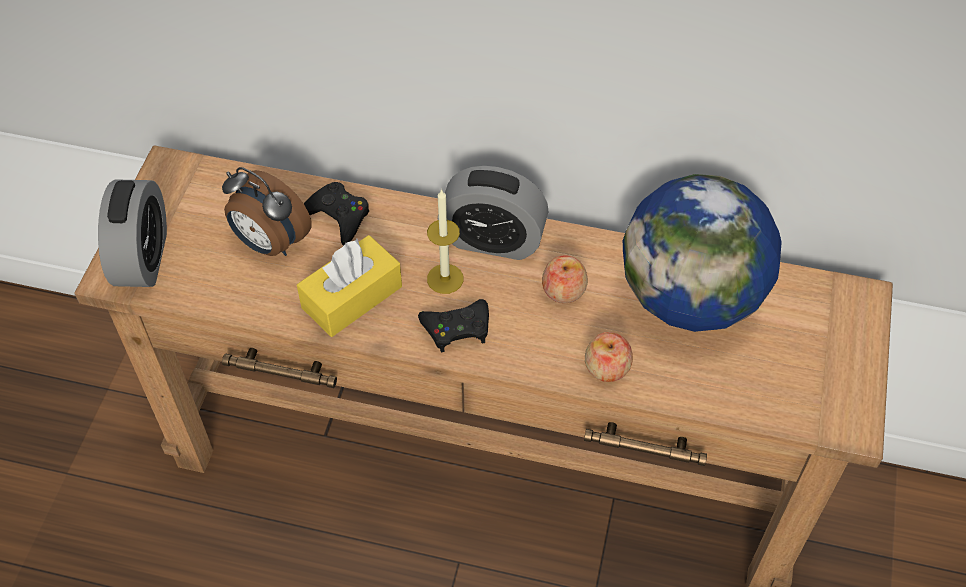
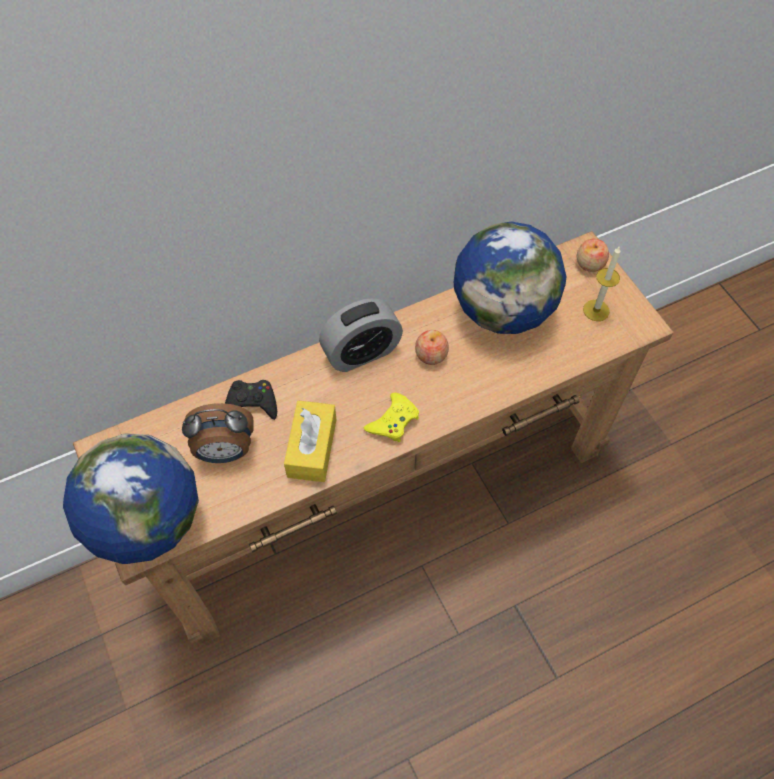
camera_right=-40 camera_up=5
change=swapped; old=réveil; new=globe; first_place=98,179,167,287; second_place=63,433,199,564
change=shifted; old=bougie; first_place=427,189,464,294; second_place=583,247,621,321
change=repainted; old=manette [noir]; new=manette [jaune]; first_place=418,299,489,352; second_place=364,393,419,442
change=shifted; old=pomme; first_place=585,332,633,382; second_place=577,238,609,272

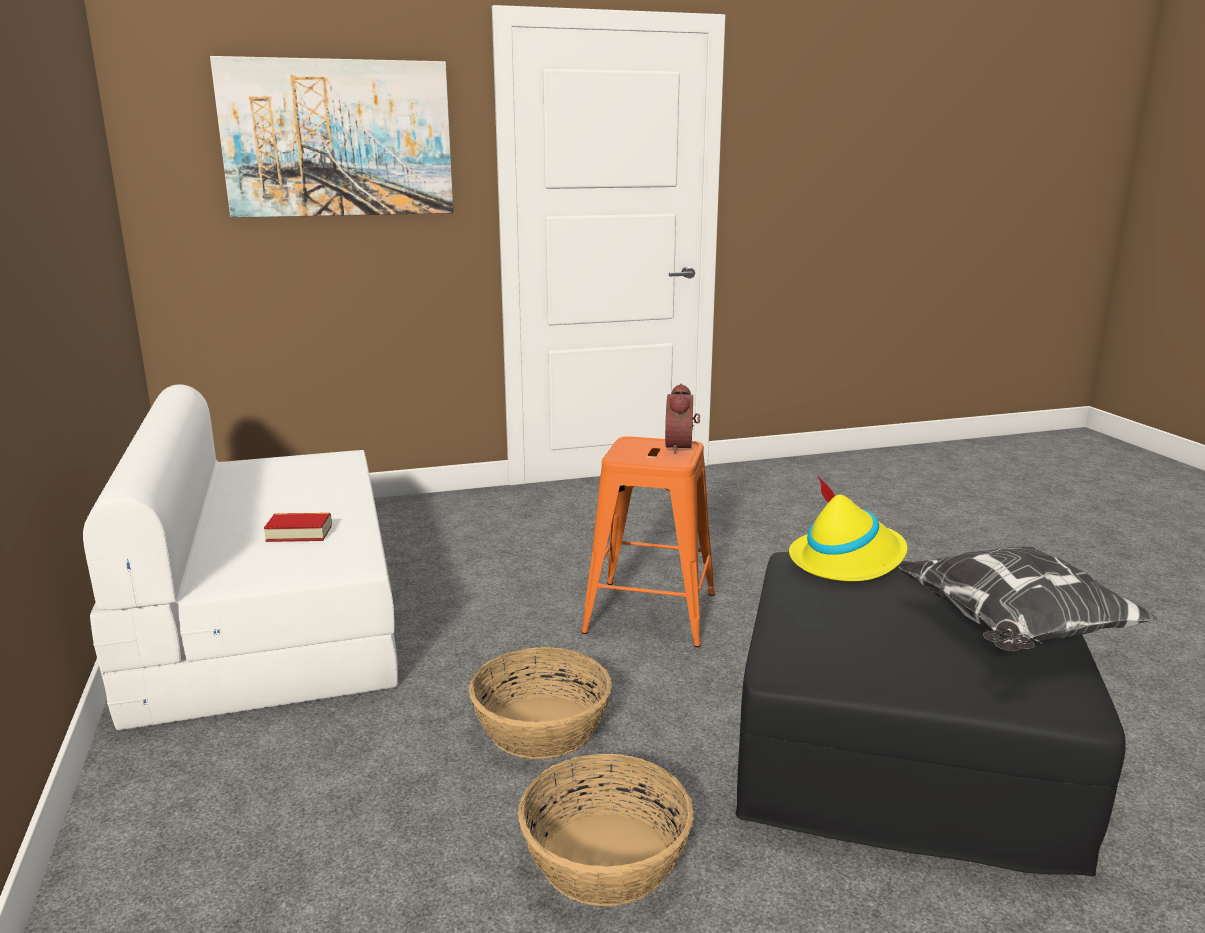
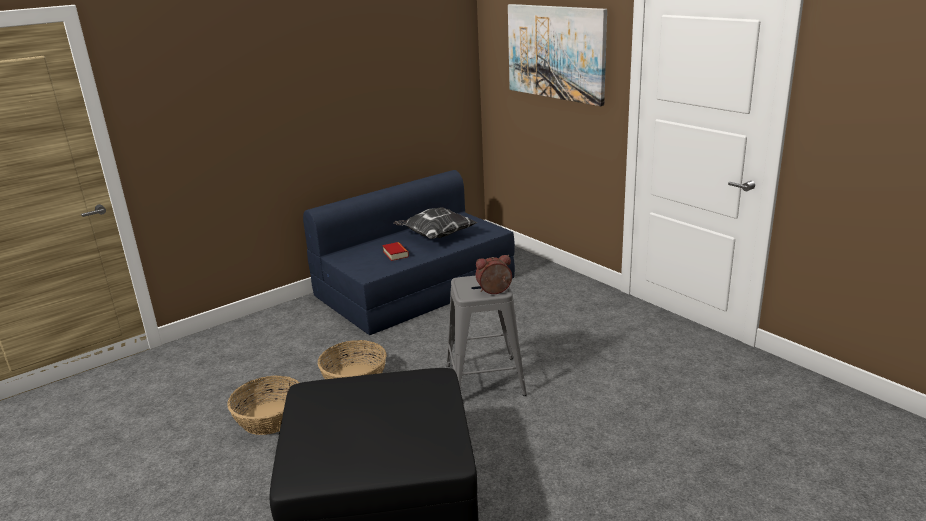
camera_right=70 camera_up=5
change=repainted; old=canapé [blanc]; new=canapé [bleu]; first_place=83,384,398,730; second_place=303,170,515,335
change=repainted; old=tabouret [orange]; new=tabouret [gris]; first_place=581,436,715,647; second_place=446,276,527,396
change=gone; old=chapeau [jaune]; first_place=789,476,908,581
change=shifted; old=coussin; first_place=898,546,1158,651; second_place=394,207,478,239

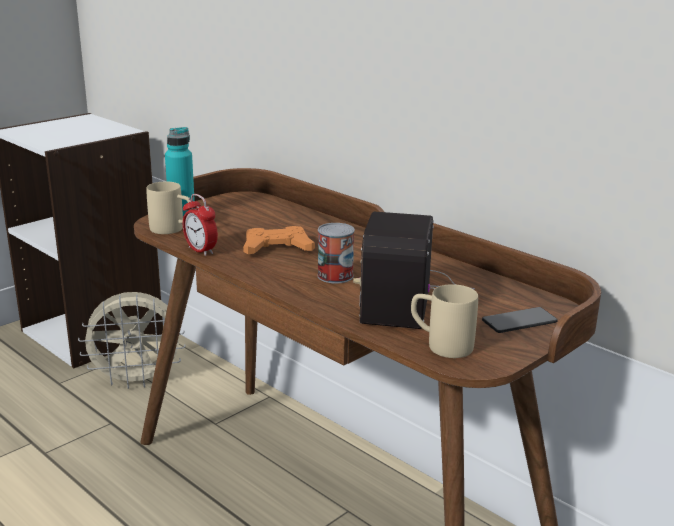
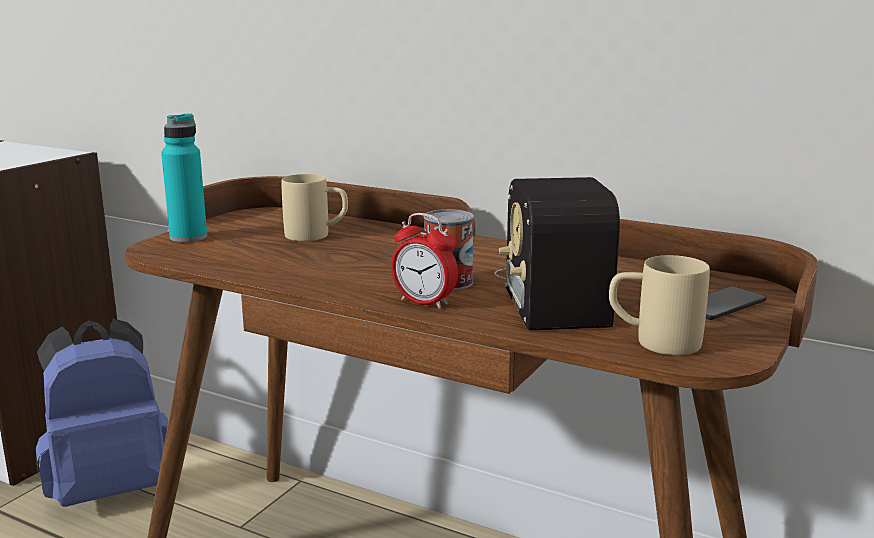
camera_right=-15 camera_up=-5
change=shifted; old=mug [beige]; first_place=146,182,192,234; second_place=282,174,348,241
change=shifted; old=réveil; first_place=183,194,218,256; second_place=391,213,458,309
change=gone; old=manette [orange]; first_place=243,226,315,254
change=swapped; old=ventilateur [beige]; new=sac à dos [bleu]; first_place=78,292,186,389; second_place=36,319,169,507

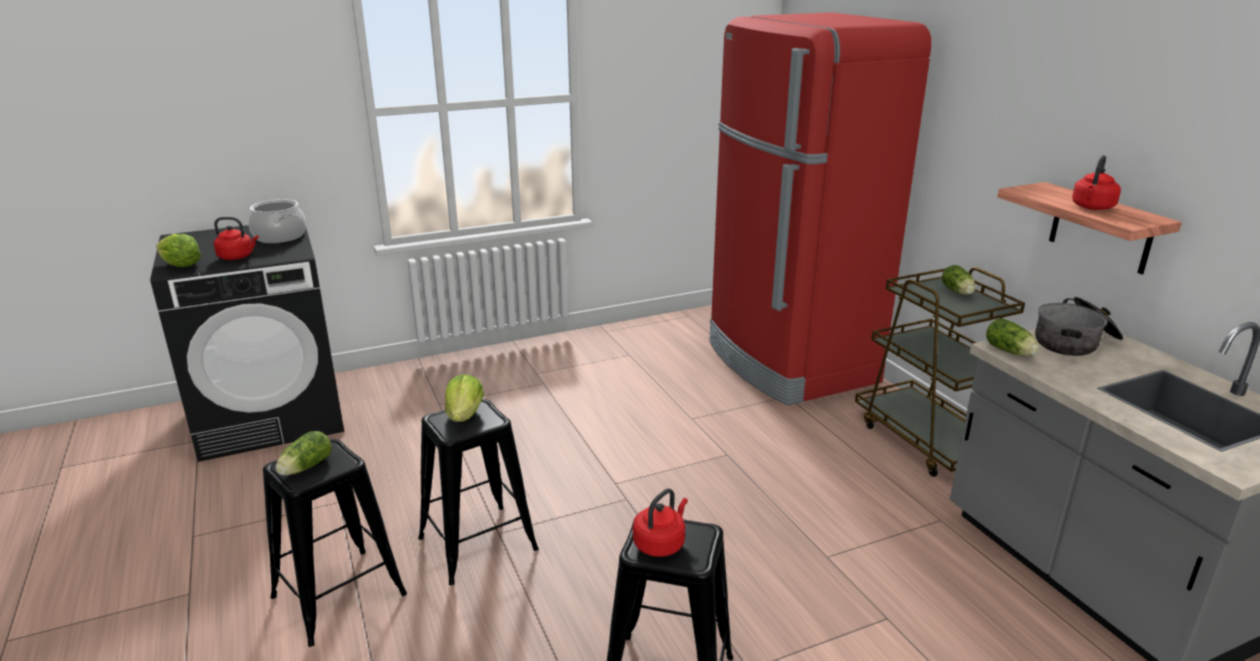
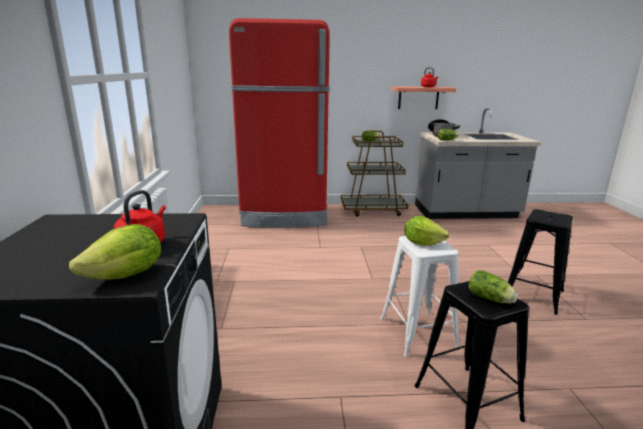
camera_right=-70 camera_up=-5
change=gone; old=marmite; first_place=249,199,306,243
change=repainted; old=tabouret [noir]; new=tabouret [blanc]; first_place=418,399,539,585; second_place=380,236,460,357
change=gone; old=bouilloire [rouge]; first_place=633,488,688,557

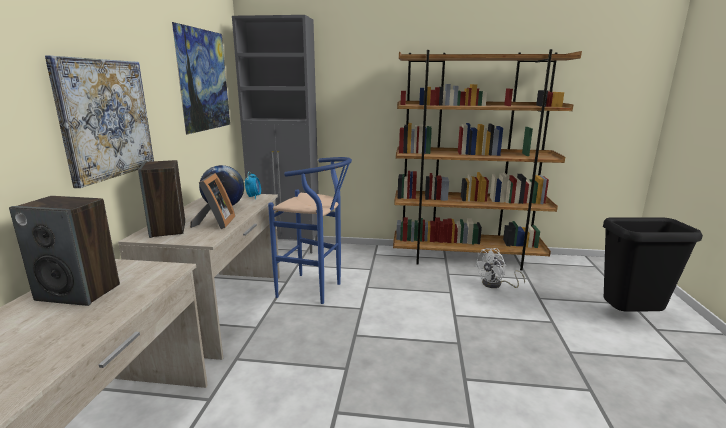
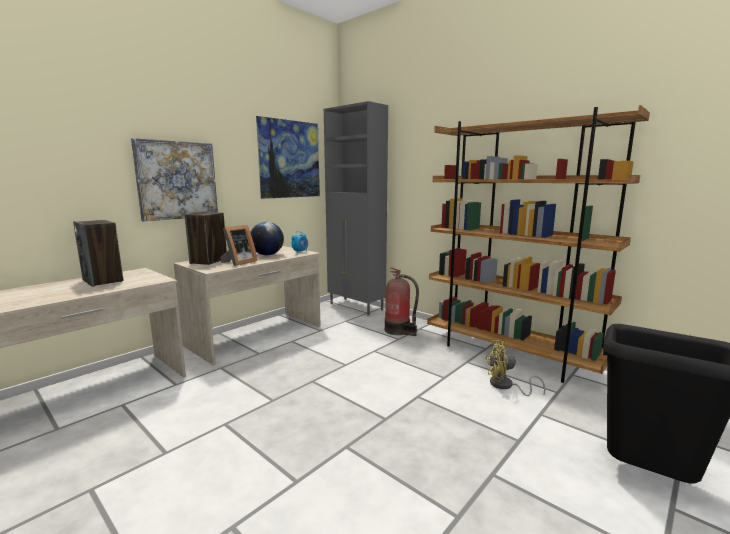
camera_right=35 camera_up=-5
change=gone; old=tabouret [bleu]; first_place=268,157,352,304
change=repainted; old=ventilateur [blanc]; new=ventilateur [jaune]; first_place=474,248,525,288; second_place=486,340,546,396
change=new; new=extincteur; second_place=385,267,419,336

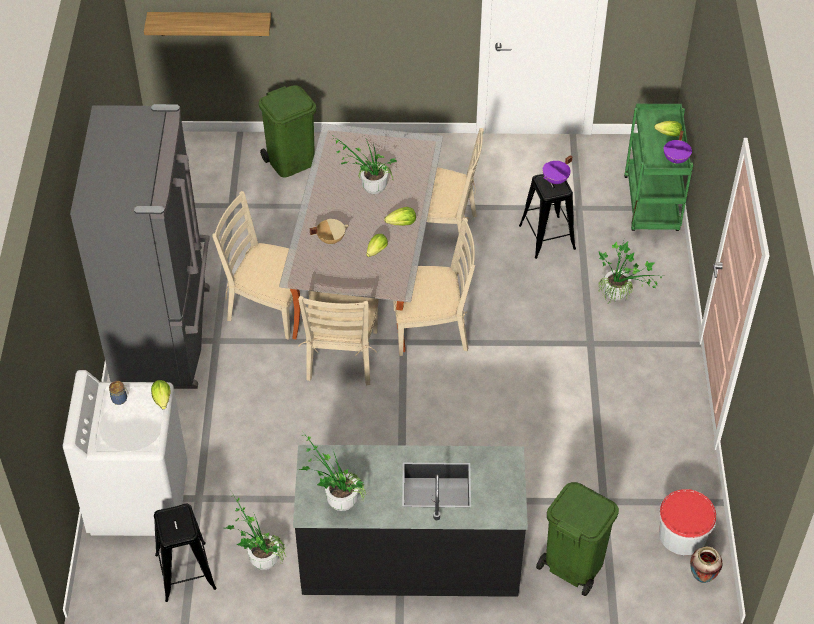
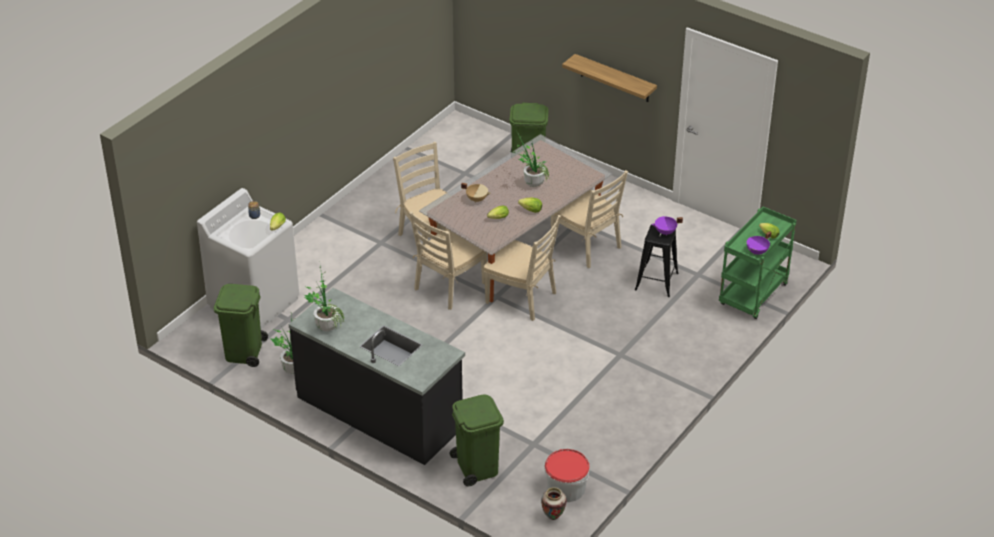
camera_right=35 camera_up=-10
change=shifted; old=étagère; first_place=144,12,271,36; second_place=562,54,657,102
change=gone; old=réfrigérateur [gris]; first_place=70,104,210,389
change=gone; old=plante en pot; first_place=598,241,663,305
change=swapped; old=tabouret [noir]; new=poubelle [vert]; first_place=154,504,217,602; second_place=214,284,268,367

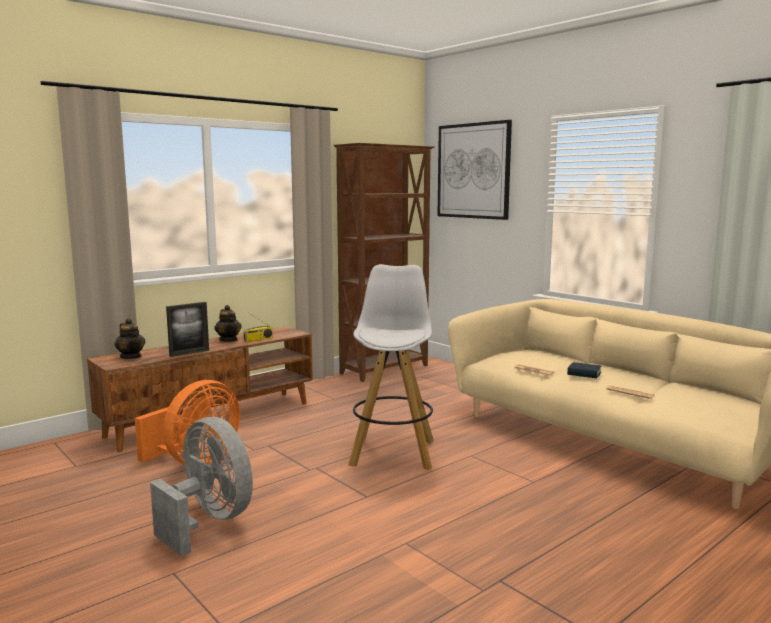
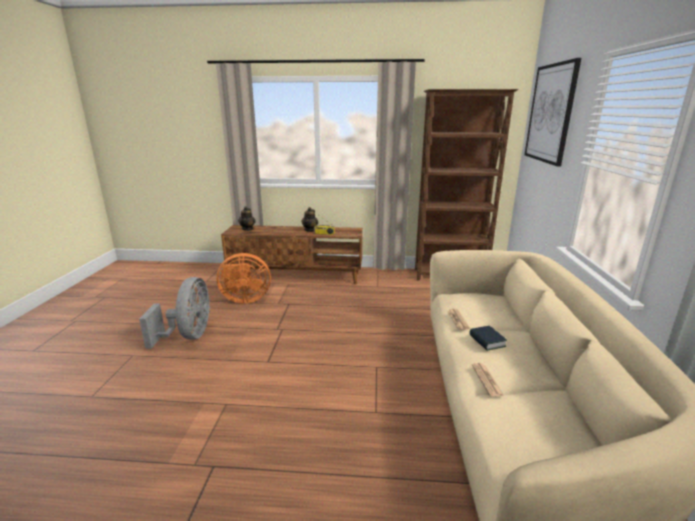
camera_right=45 camera_up=10
change=gone; old=tabouret [blanc]; first_place=348,264,434,470
change=gone; old=cadre photo; first_place=166,302,209,357

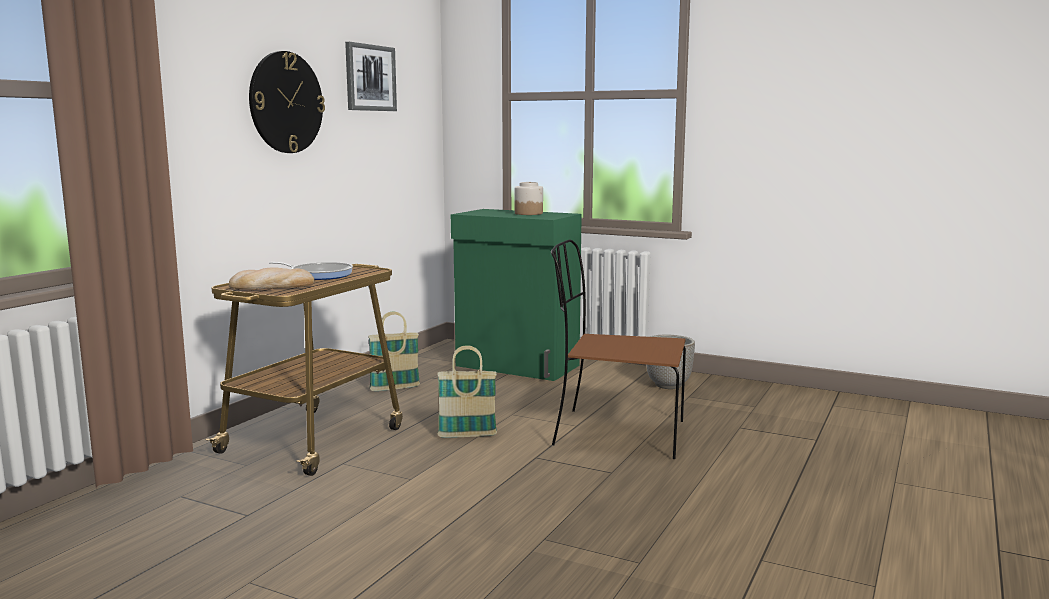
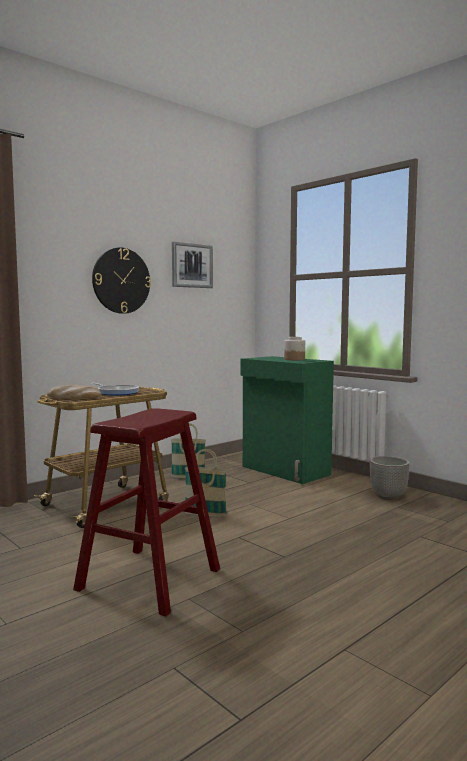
camera_right=20 camera_up=-5
change=gone; old=chaise [marron]; first_place=551,240,686,459
change=new; new=tabouret [rouge]; second_place=73,408,220,617

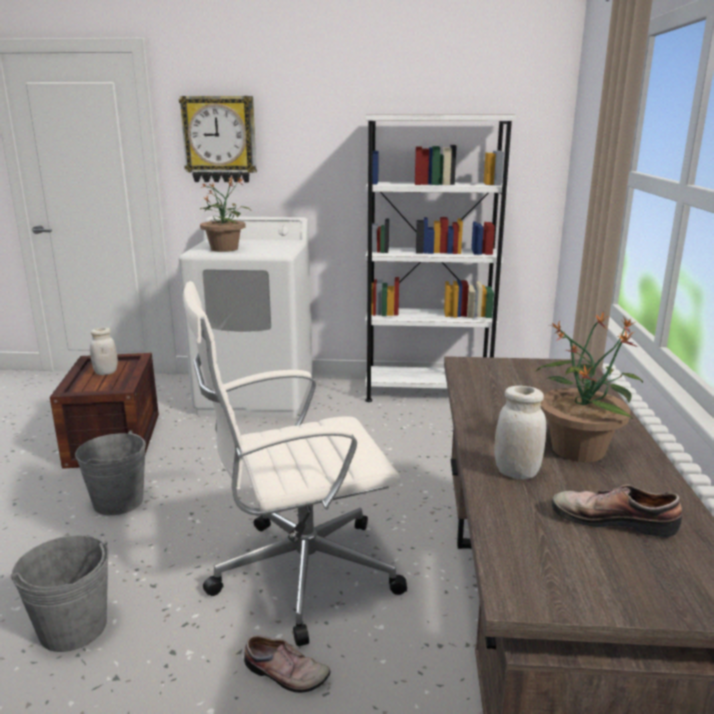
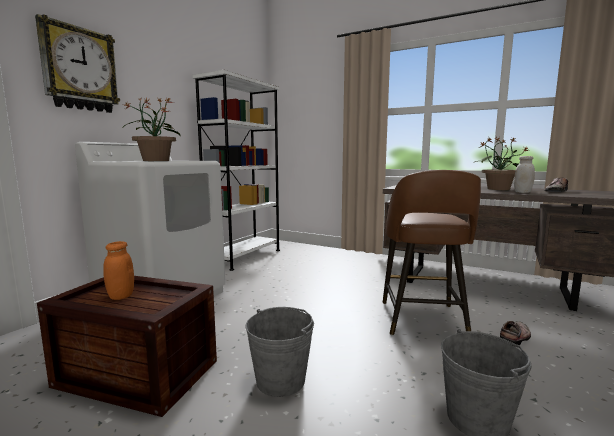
camera_right=-65 camera_up=-10
change=swapped; old=chaise de bureau [blanc]; new=tabouret [marron]; first_place=183,281,407,646; second_place=383,170,481,335
change=repainted; old=bocal [blanc]; new=bocal [orange]; first_place=90,328,118,375; second_place=103,241,134,300

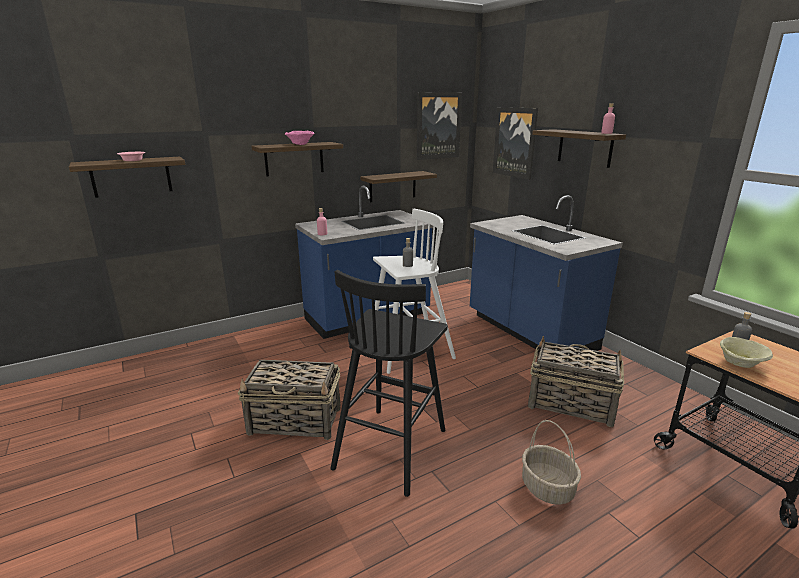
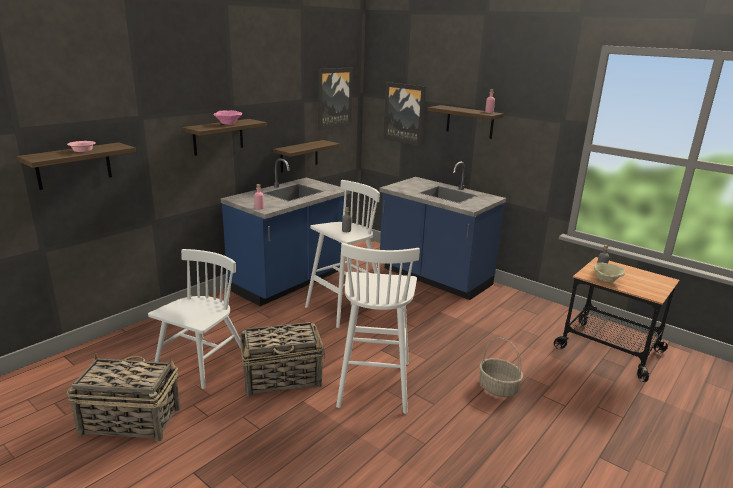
camera_right=-20 camera_up=0
change=repainted; old=tabouret [noir]; new=tabouret [blanc]; first_place=331,270,448,497; second_place=336,243,420,414
change=shifted; old=panier; first_place=528,336,624,427; second_place=67,353,180,441
change=new; new=chaise [blanc]; second_place=148,249,240,389

